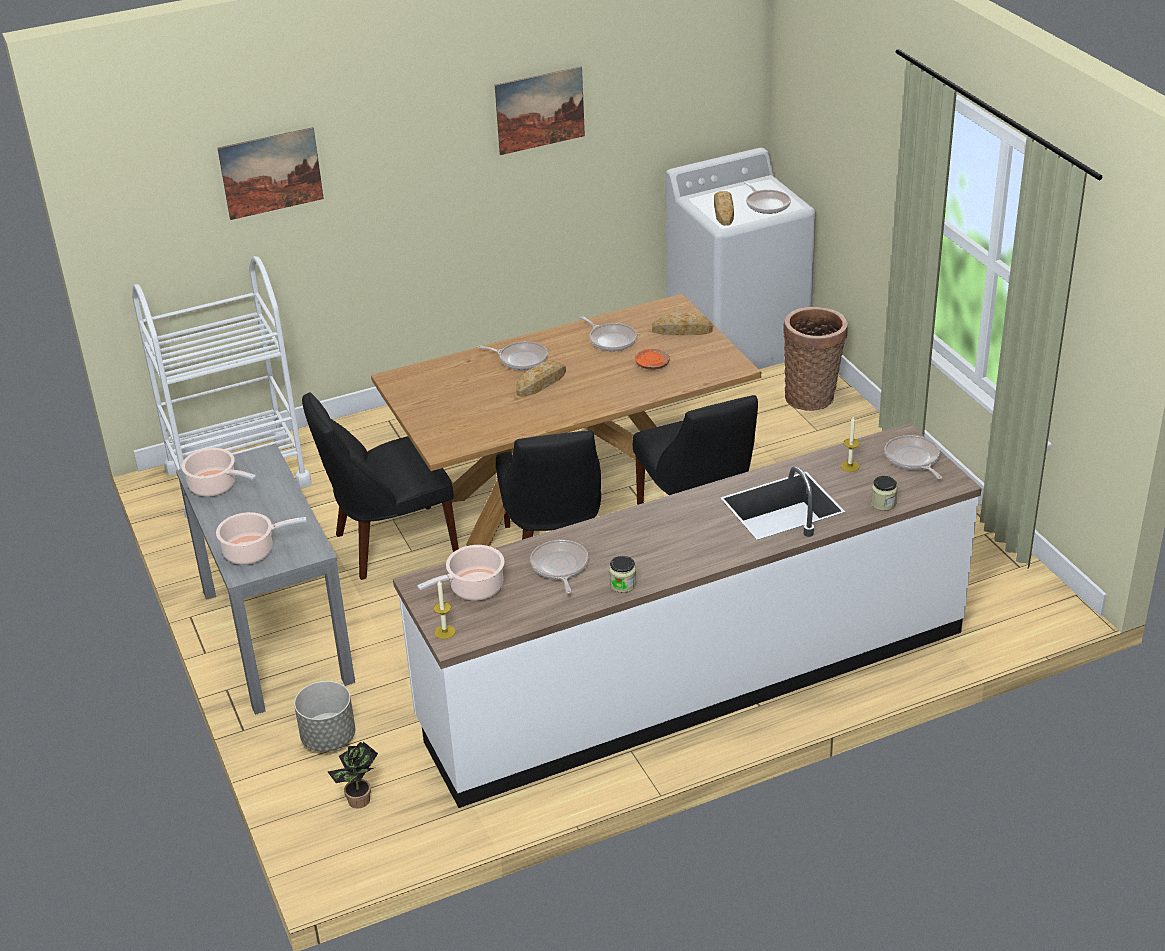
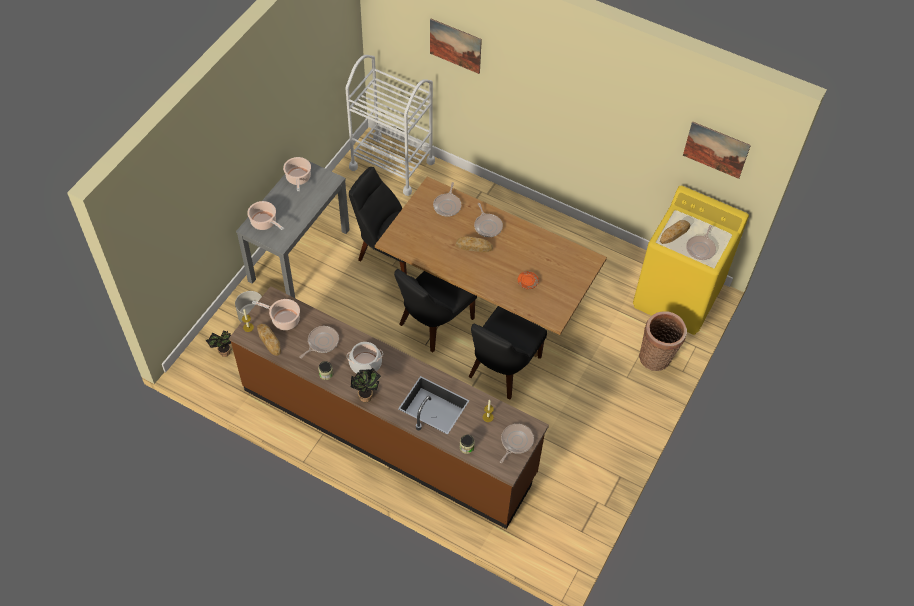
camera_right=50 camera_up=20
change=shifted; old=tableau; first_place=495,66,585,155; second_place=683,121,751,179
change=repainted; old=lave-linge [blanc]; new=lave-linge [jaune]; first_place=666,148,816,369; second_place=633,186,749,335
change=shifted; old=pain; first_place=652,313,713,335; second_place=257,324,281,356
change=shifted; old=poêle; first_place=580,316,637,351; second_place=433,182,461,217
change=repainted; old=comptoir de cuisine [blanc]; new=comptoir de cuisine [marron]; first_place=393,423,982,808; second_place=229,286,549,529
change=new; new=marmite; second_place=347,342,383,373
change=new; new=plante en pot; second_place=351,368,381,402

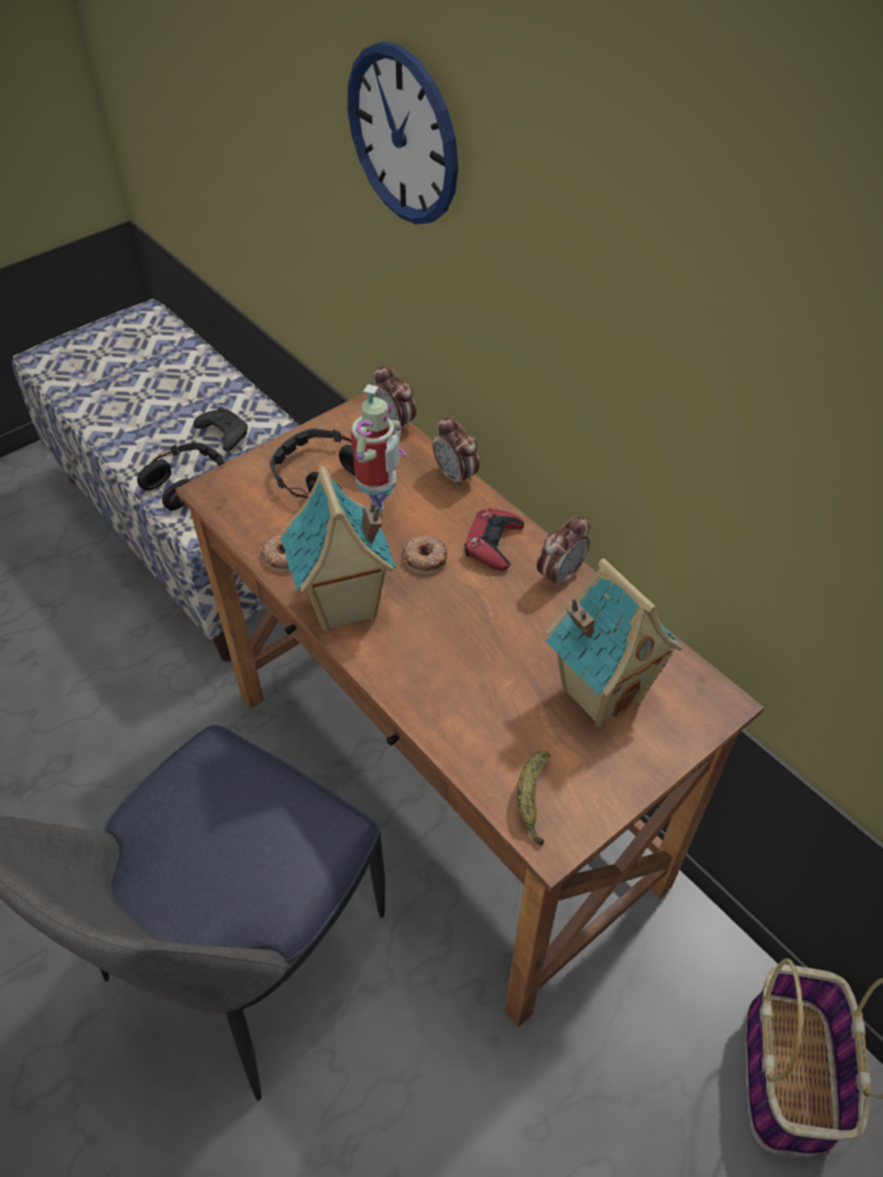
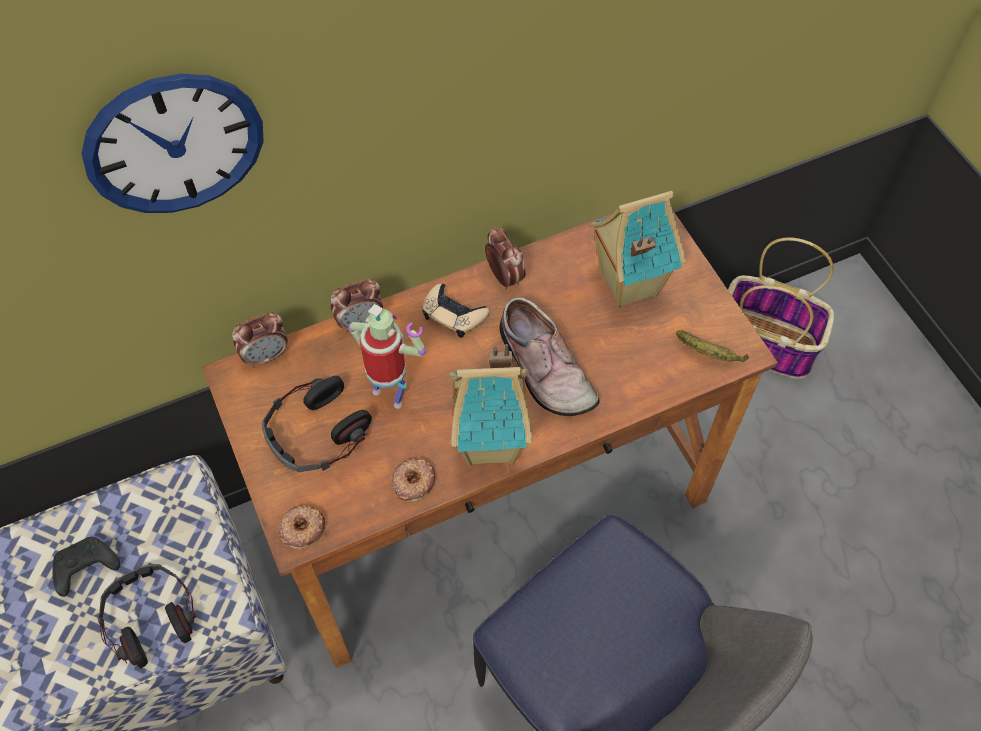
camera_right=-75 camera_up=10
change=repainted; old=manette [rouge]; new=manette [beige]; first_place=464,508,524,571; second_place=422,284,489,338
change=shifted; old=beignet; first_place=403,536,448,575; second_place=278,505,326,549
change=new; new=chaussure; second_place=500,297,599,416

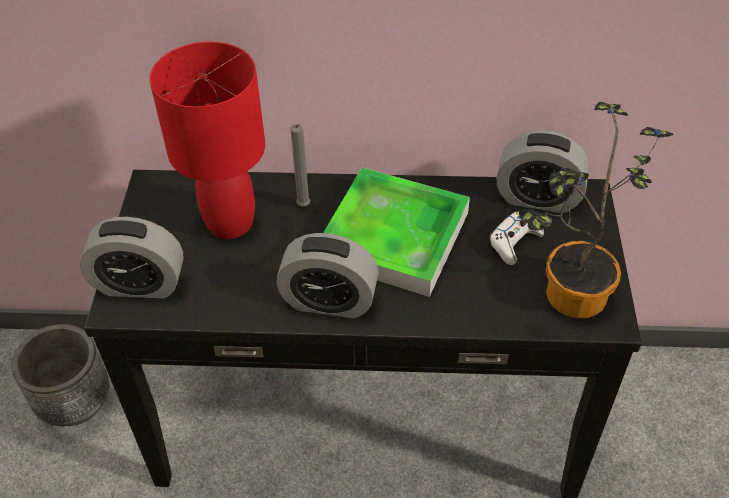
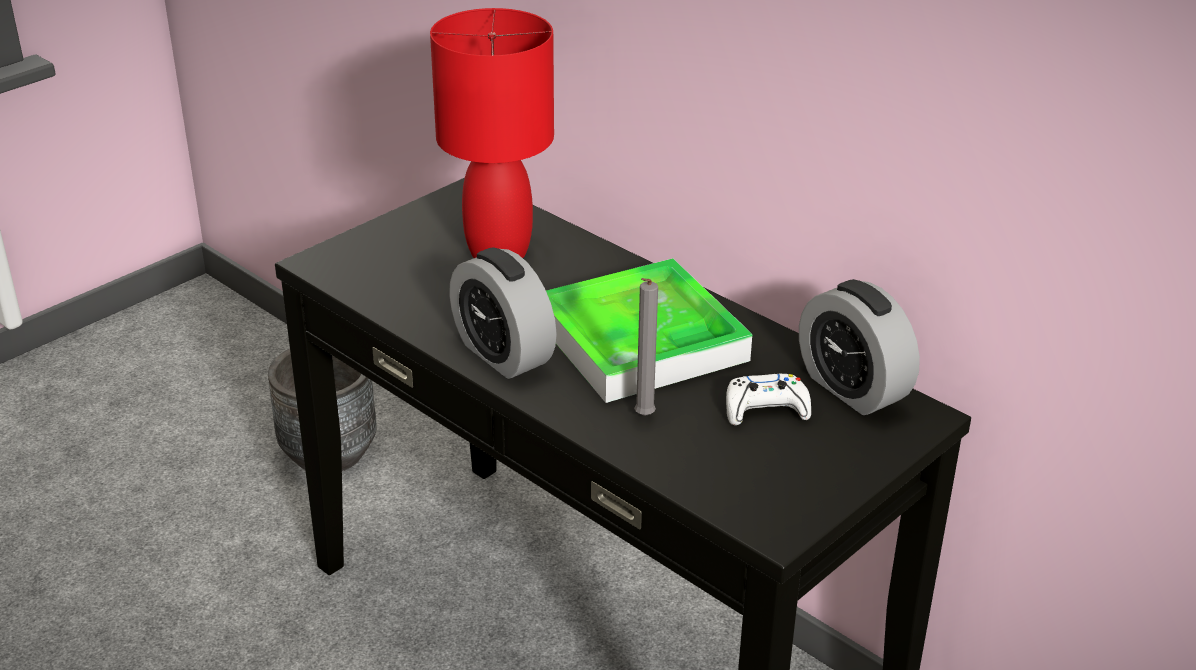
camera_right=40 camera_up=-15
change=gone; old=plante en pot; first_place=519,102,673,318
change=shifted; old=bougie [gris]; first_place=290,124,310,206; second_place=634,278,658,416
change=gone; old=réveil; first_place=80,217,184,298

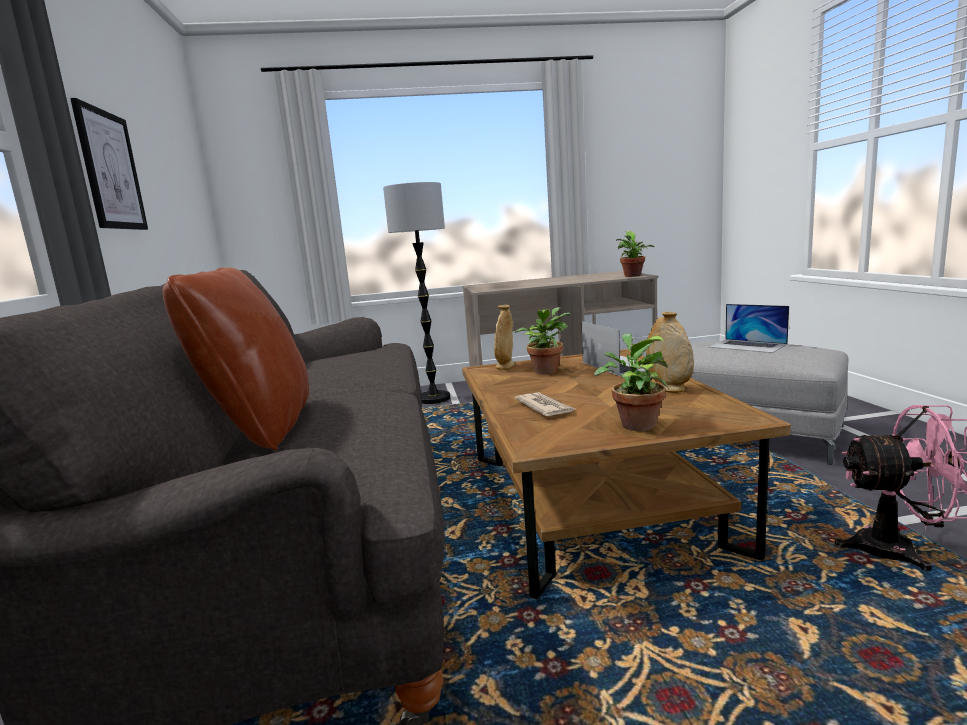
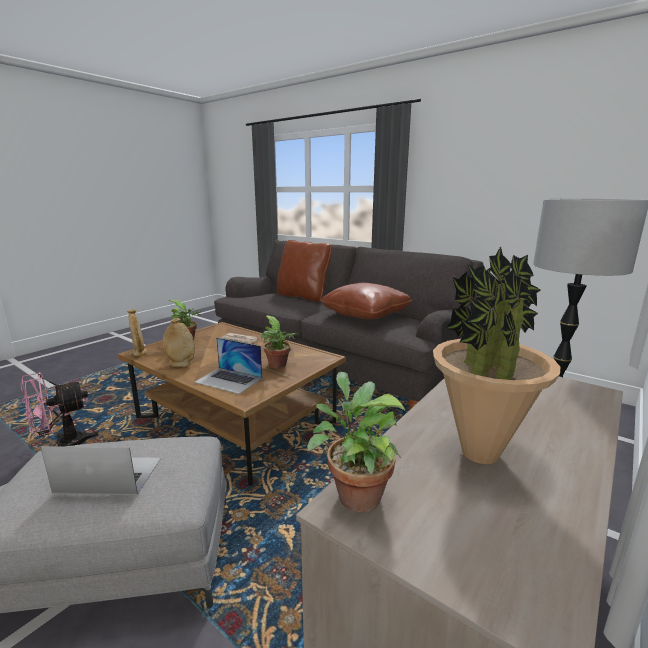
camera_right=135 camera_up=5
change=gone; old=tableau; first_place=70,98,148,230
change=shifted; old=vase [beige]; first_place=494,305,515,370; second_place=127,309,147,356
change=new; new=plante en pot; second_place=433,246,560,464
change=new; new=coussin [marron]; second_place=320,283,412,320

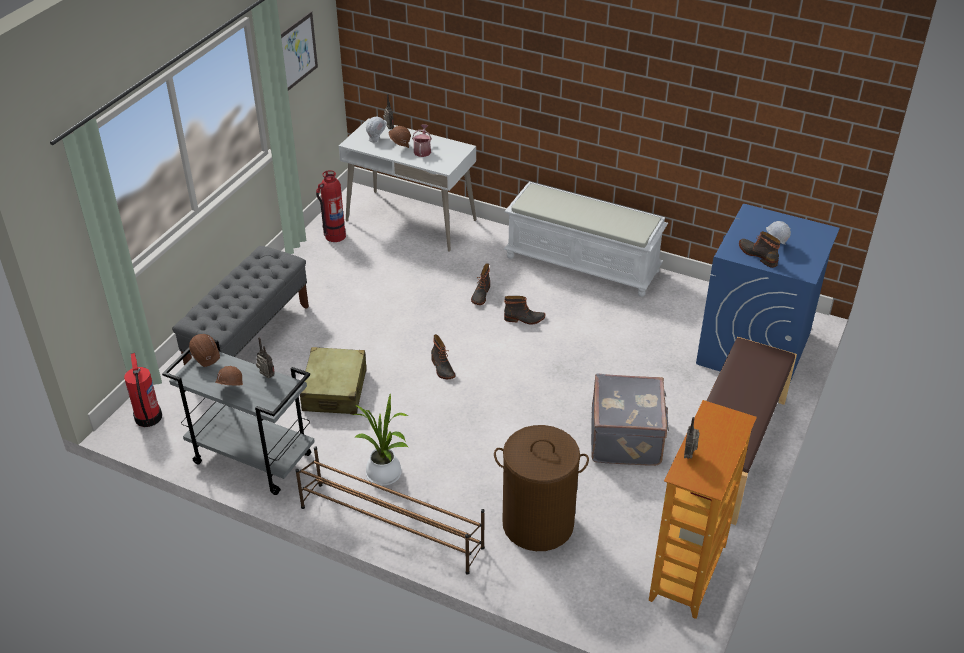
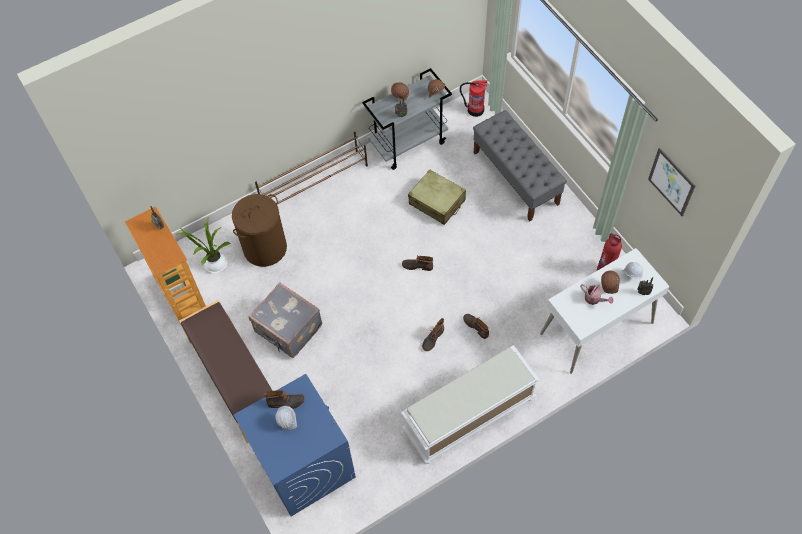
camera_right=125 camera_up=20
change=shifted; old=plante en pot; first_place=353,394,409,486; second_place=175,219,231,273

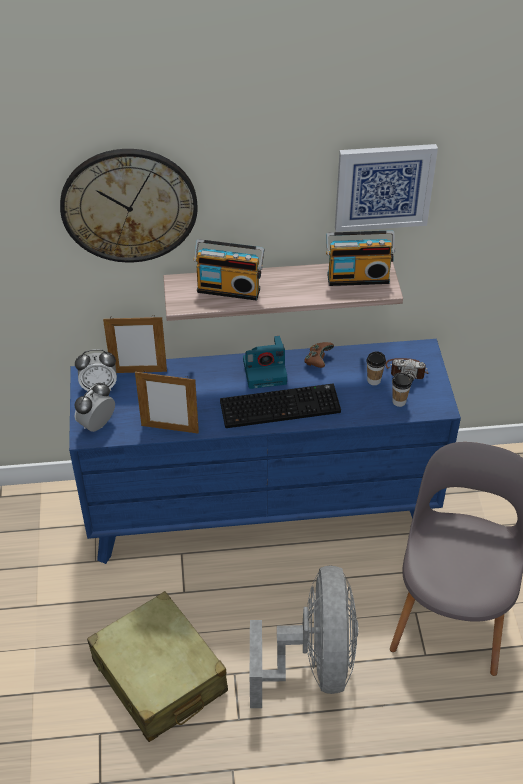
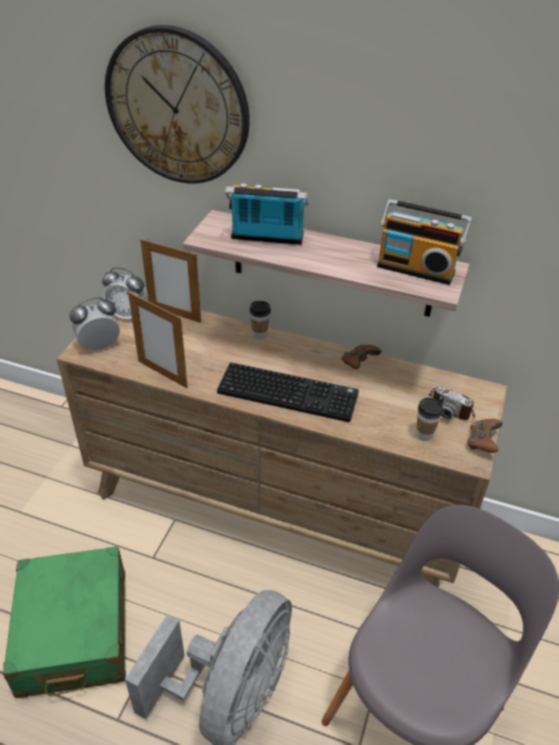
camera_right=25 camera_up=-5
change=gone; old=tableau; first_place=335,144,438,232
change=rotated; old=radio; first_place=194,239,264,301; second_place=225,184,309,245; degrees=150
change=gone; old=appareil photo; first_place=243,336,287,389
change=repainted; old=commode [bleu]; new=commode [marron]; first_place=69,339,461,564; second_place=57,310,507,588
change=shifted; old=tasse; first_place=366,351,386,385; second_place=249,301,271,340
change=repainted; old=valise [beige]; new=valise [vert]; first_place=87,591,228,742; second_place=3,546,126,698
change=new; new=manette [marron]; second_place=467,419,503,453

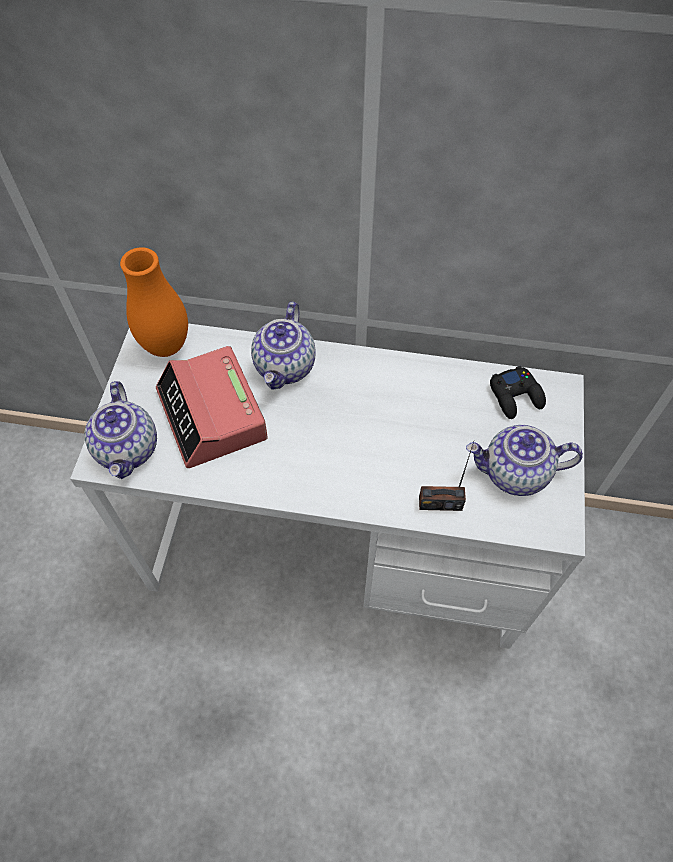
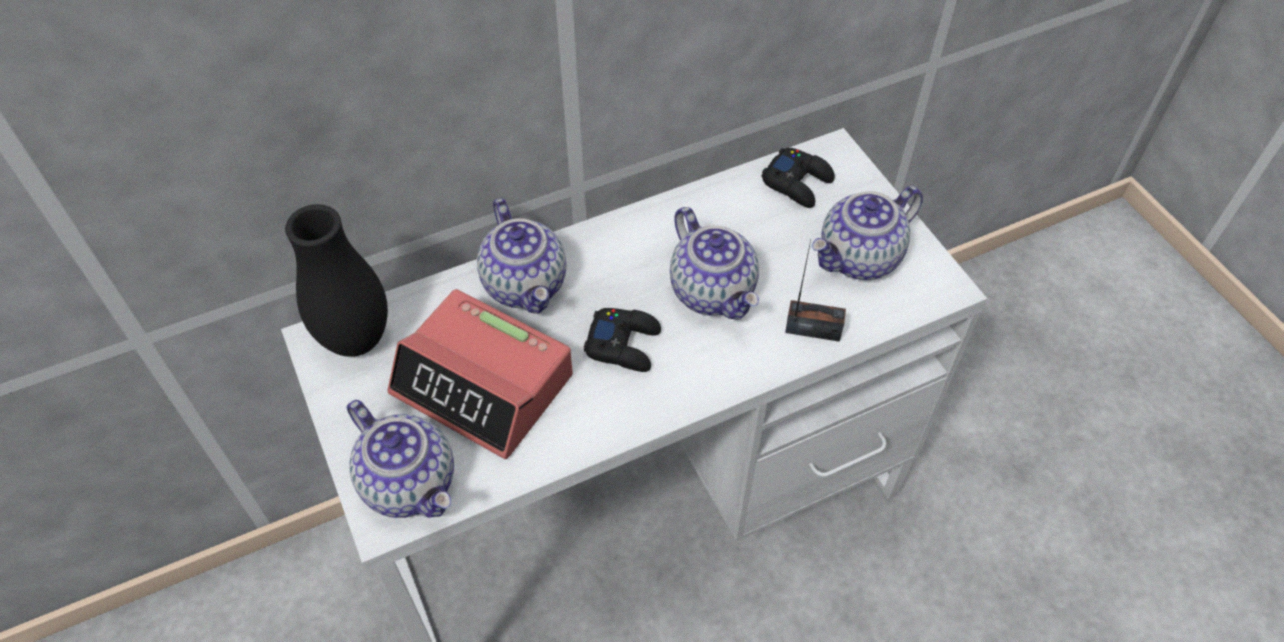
camera_right=-35 camera_up=-5
change=repainted; old=vase [orange]; new=vase [noir]; first_place=120,247,188,357; second_place=285,204,388,357
change=rotated; old=radio; first_place=419,441,474,511; second_place=785,240,846,342; degrees=-135
change=new; new=théière; second_place=670,207,759,320
change=new; new=manette [noir]; second_place=584,308,661,372

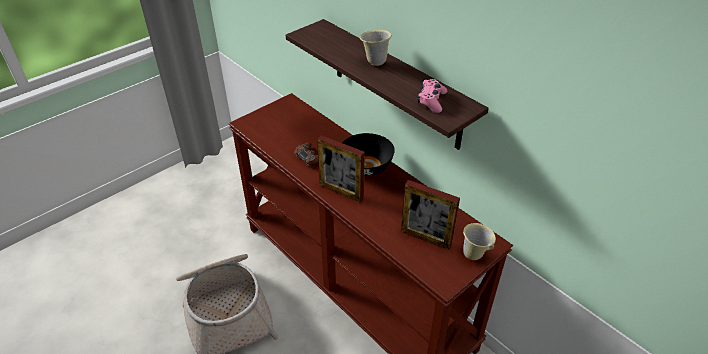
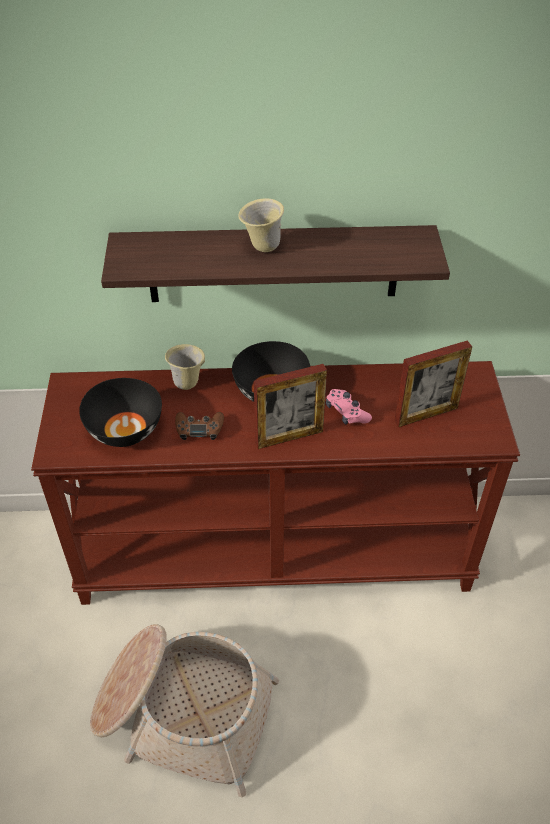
camera_right=-50 camera_up=5
change=shifted; old=manette [rose]; first_place=418,79,447,113; second_place=326,389,372,425
change=shifted; old=mug [beige]; first_place=463,223,496,260; second_place=165,344,205,390
change=new; new=bol [noir]; second_place=79,378,162,447

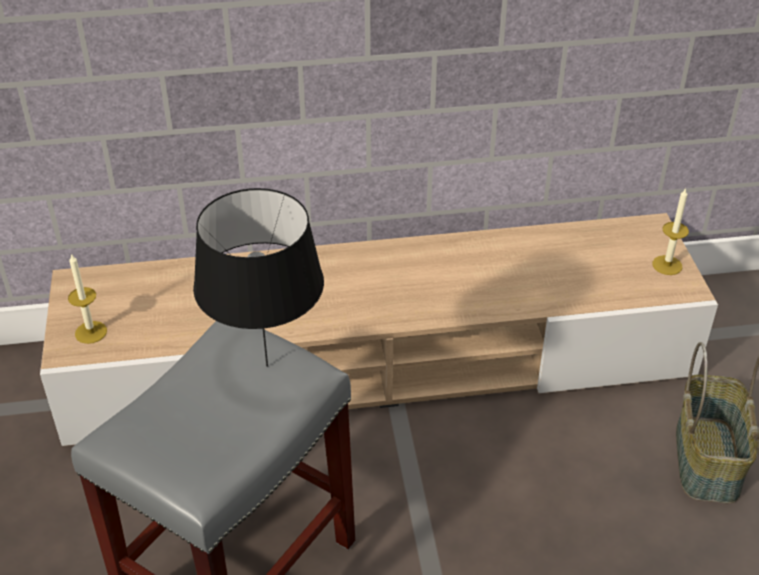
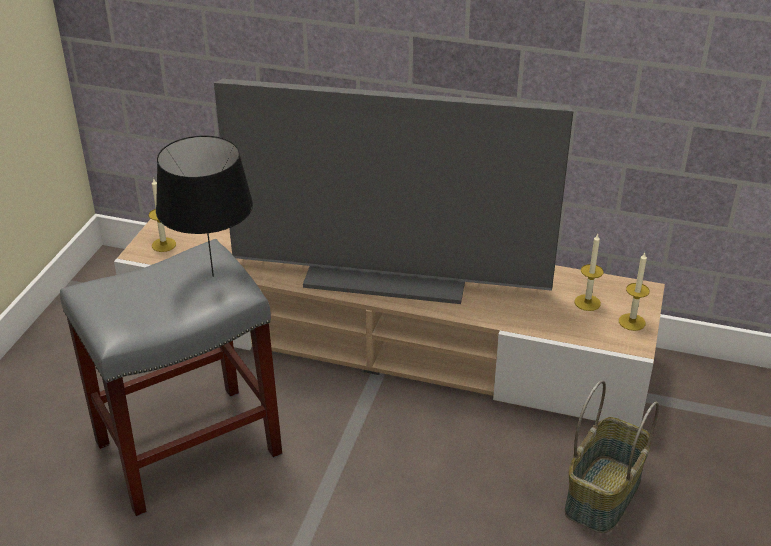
camera_right=25 camera_up=-5
change=new; new=téléviseur; second_place=214,79,574,304
change=new; new=bougie; second_place=574,234,604,311

